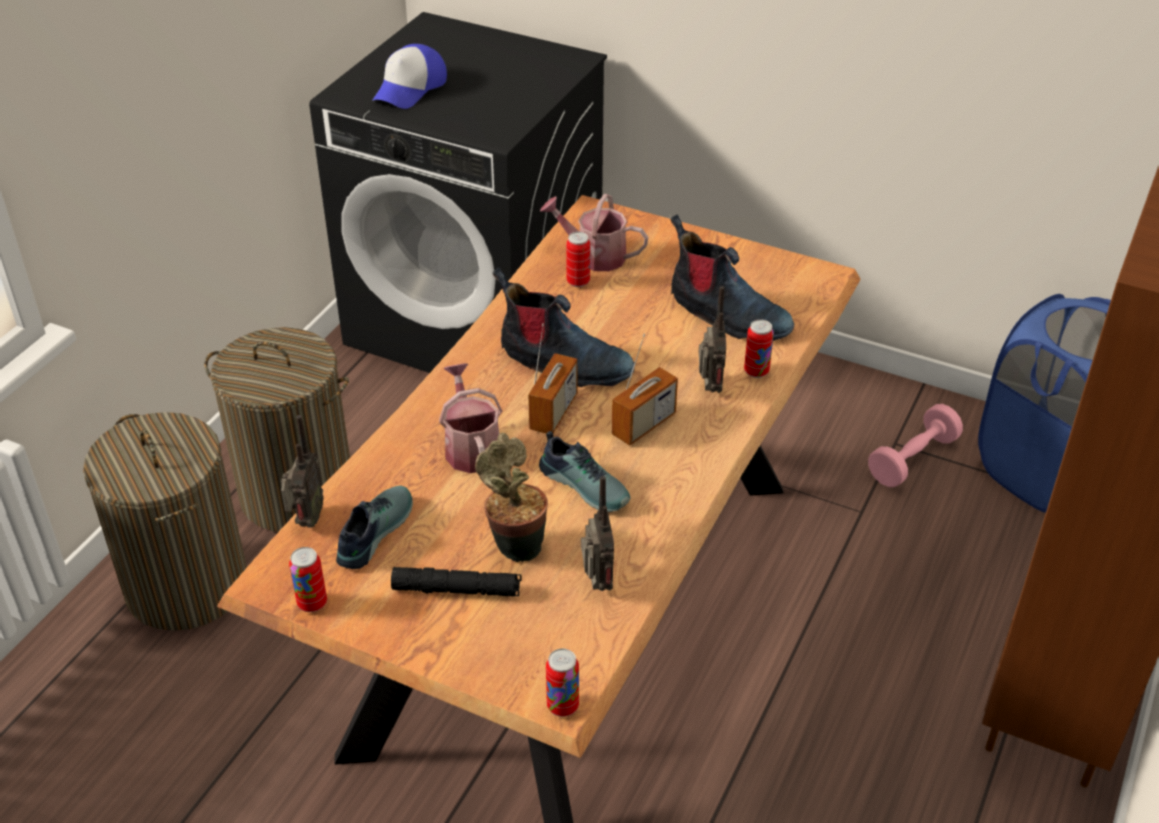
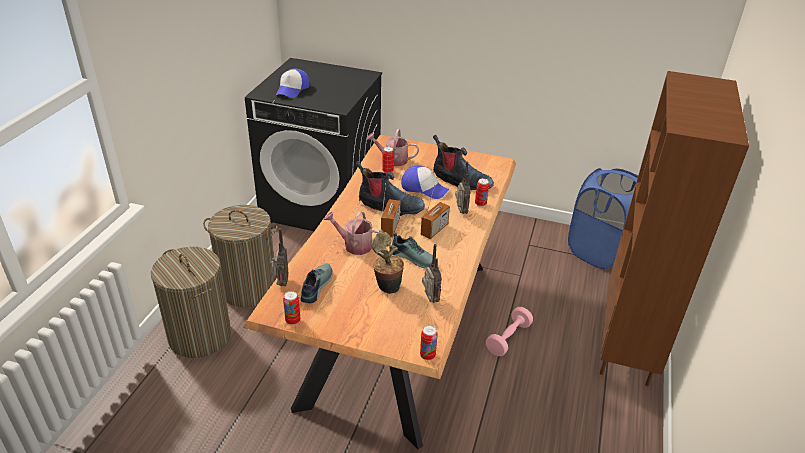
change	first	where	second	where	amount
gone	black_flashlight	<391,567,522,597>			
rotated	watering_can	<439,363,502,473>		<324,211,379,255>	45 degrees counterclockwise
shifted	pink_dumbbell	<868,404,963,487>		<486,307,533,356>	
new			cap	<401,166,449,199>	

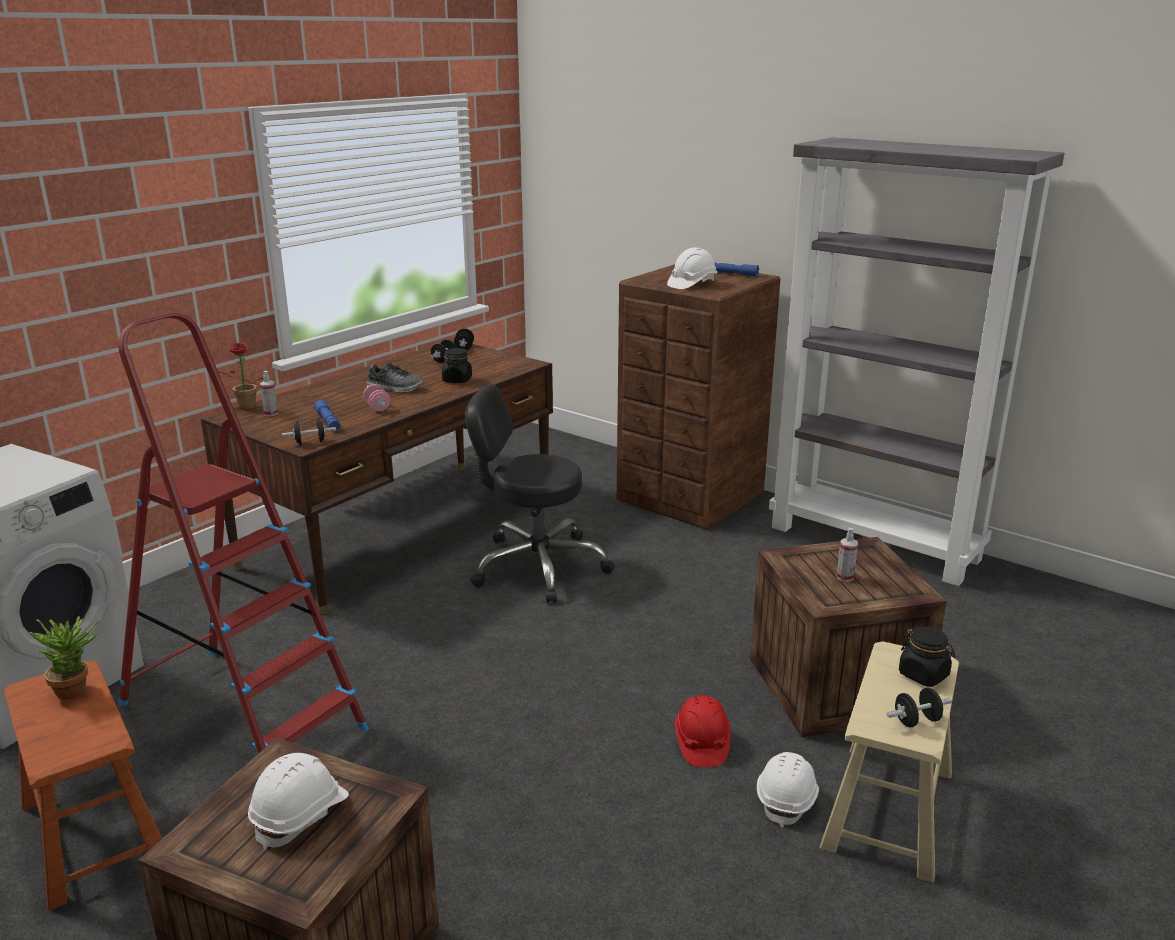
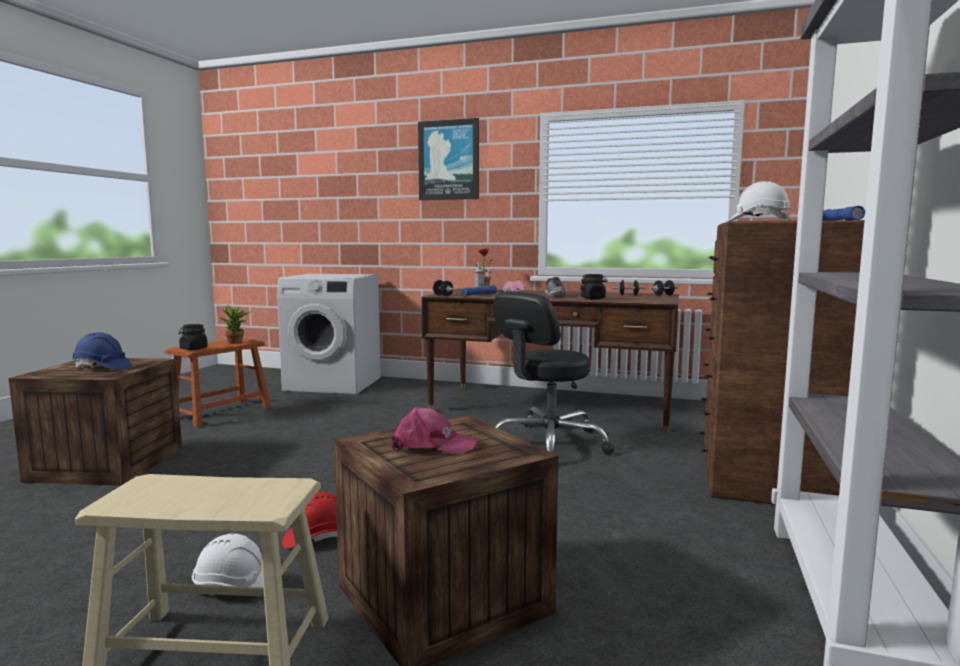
change	first	where	second	where	amount
gone	red_step_ladder	<118,313,369,753>			
repainted	white_hard_hat	<248,753,349,850>	blue_hard_hat	<72,332,132,370>	
rotated	black_office_chair	<465,384,615,603>		<493,291,615,455>	120 degrees counterclockwise
swapped	spray_bottle	<837,528,858,582>	pink_cap	<391,407,477,455>	
gone	black_dumbbell	<887,688,952,727>			
shifted	black_jar	<899,626,955,687>		<179,324,208,350>	
new			picture	<418,118,479,200>	

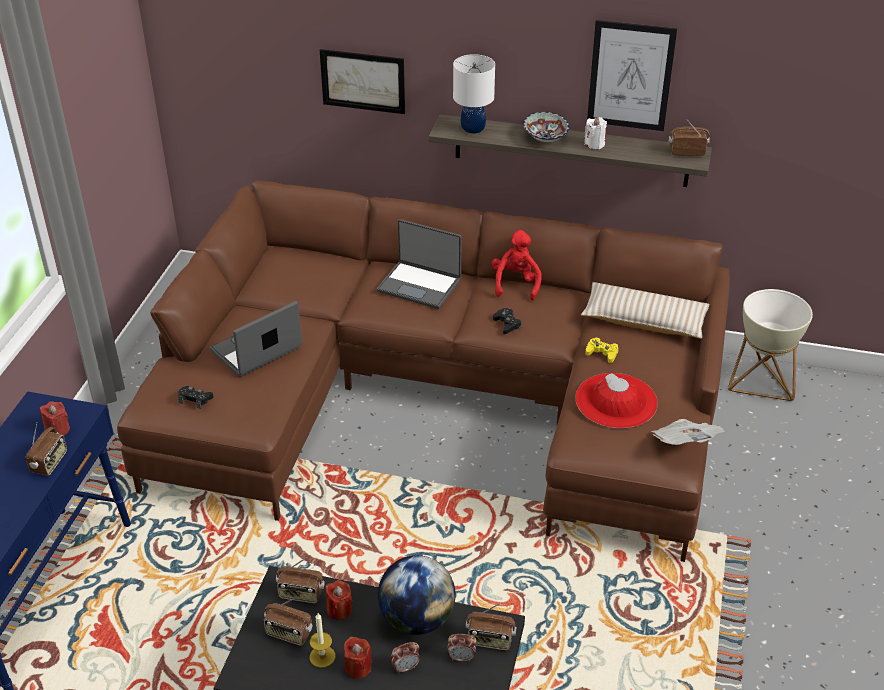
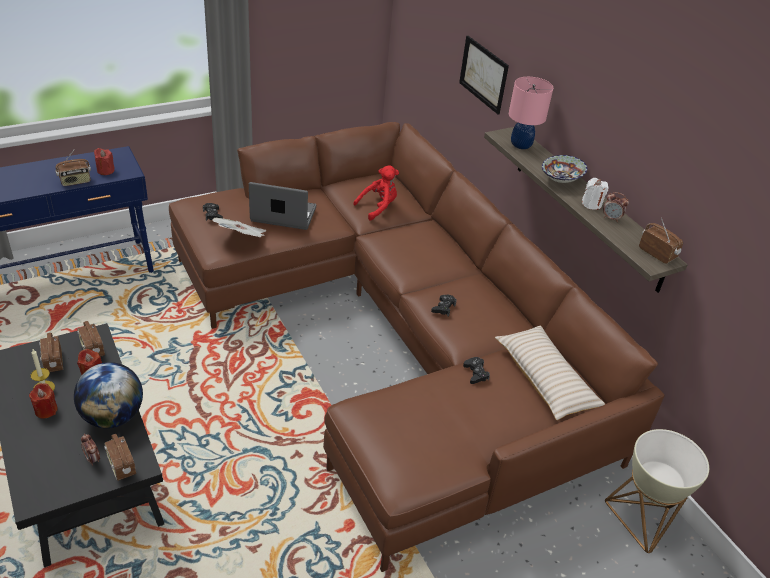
change	first	where	second	where	amount
gone	laptop	<377,219,462,309>			
shifted	alarm_clock	<390,642,420,674>		<603,192,629,222>	
repainted	white_table_lamp	<453,54,495,134>	pink_table_lamp	<509,77,553,149>	
shifted	red_plush_toy	<492,230,542,300>		<353,165,399,220>	
gone	red_hat	<575,373,658,429>			
repainted	yellow_game_controller	<585,337,618,363>	black_game_controller	<463,357,490,384>	
gone	picture	<587,20,677,131>			
shifted	newspaper	<651,419,724,445>		<212,218,267,237>	

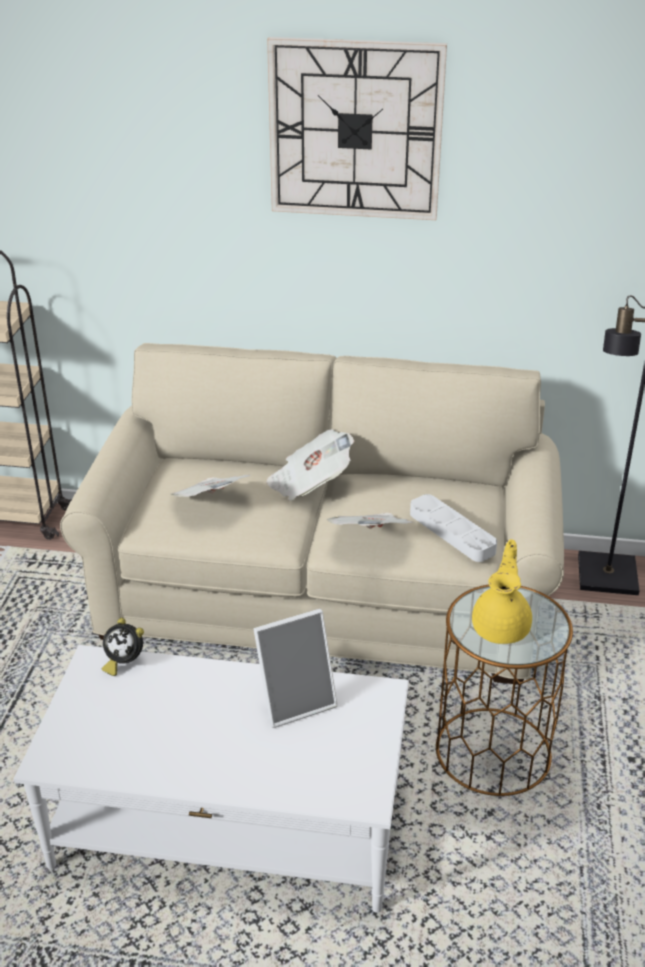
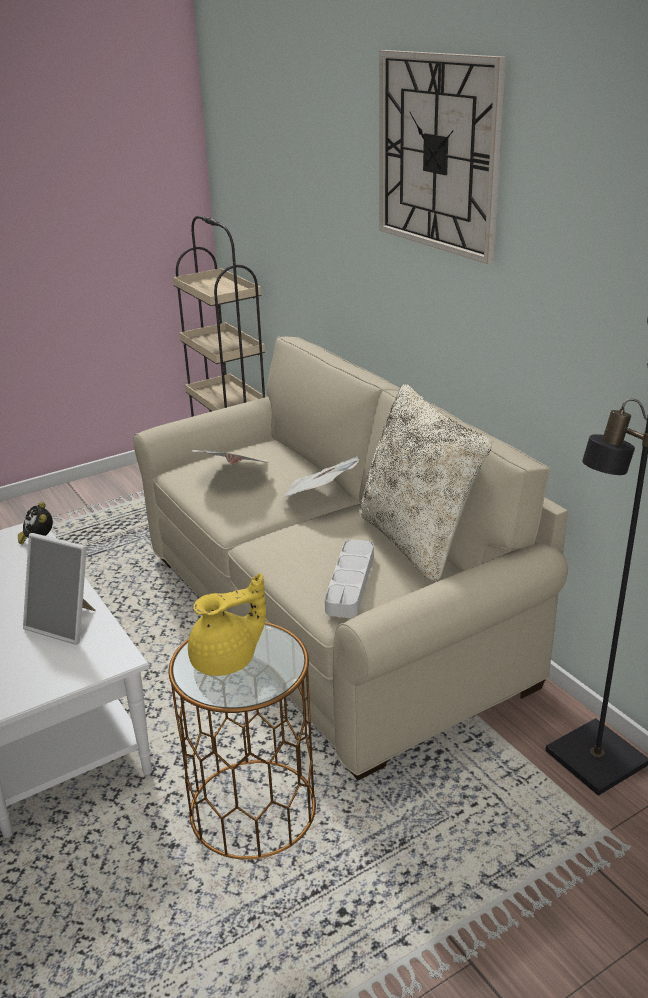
change	first	where	second	where	amount
gone	newspaper	<327,513,412,529>			
new			beige_pillow	<360,384,493,582>	

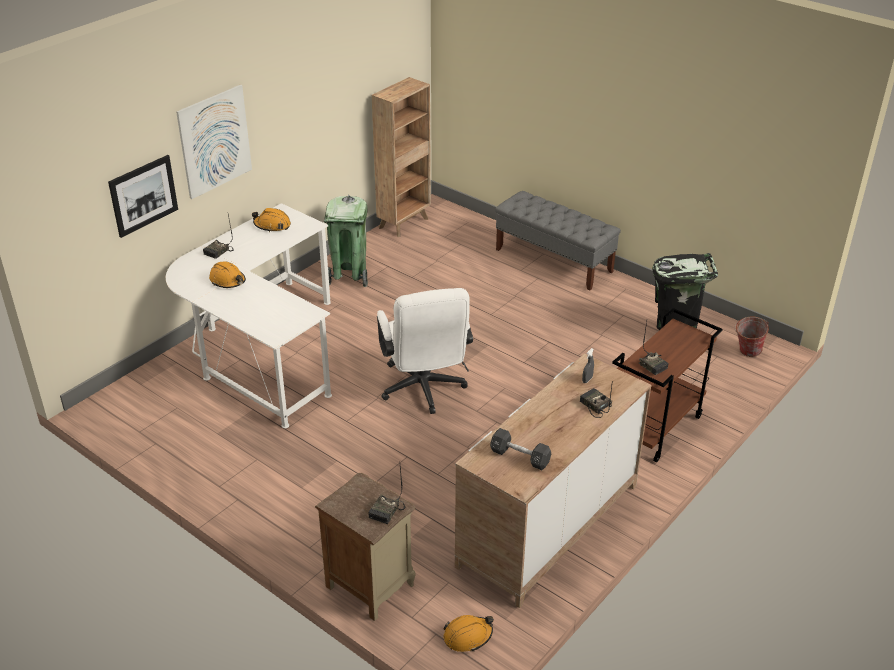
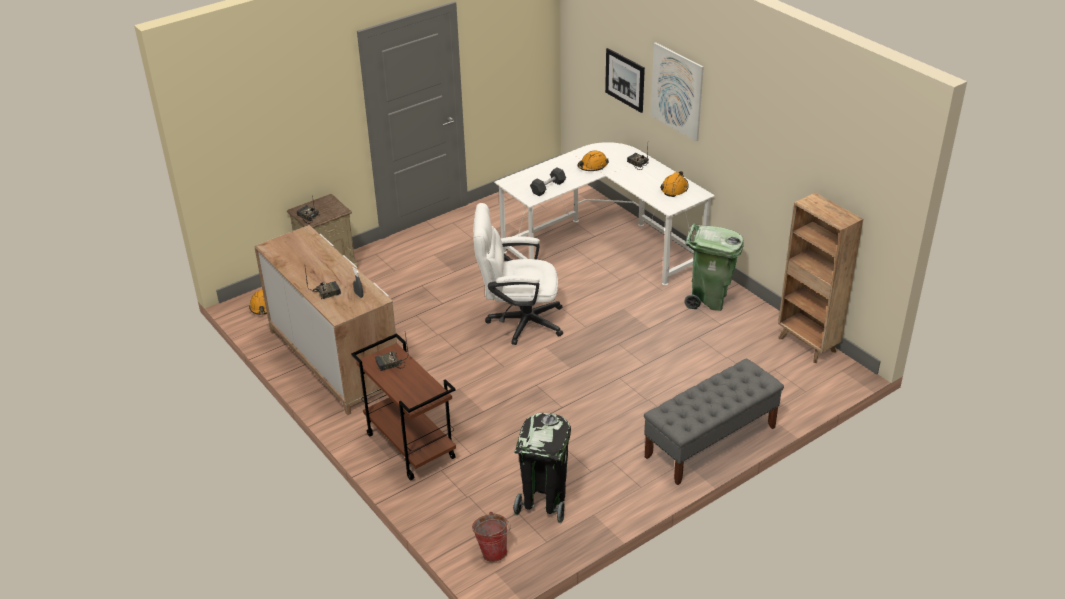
change	first	where	second	where	amount
shifted	black_dumbbell	<490,428,551,470>		<530,167,566,196>	

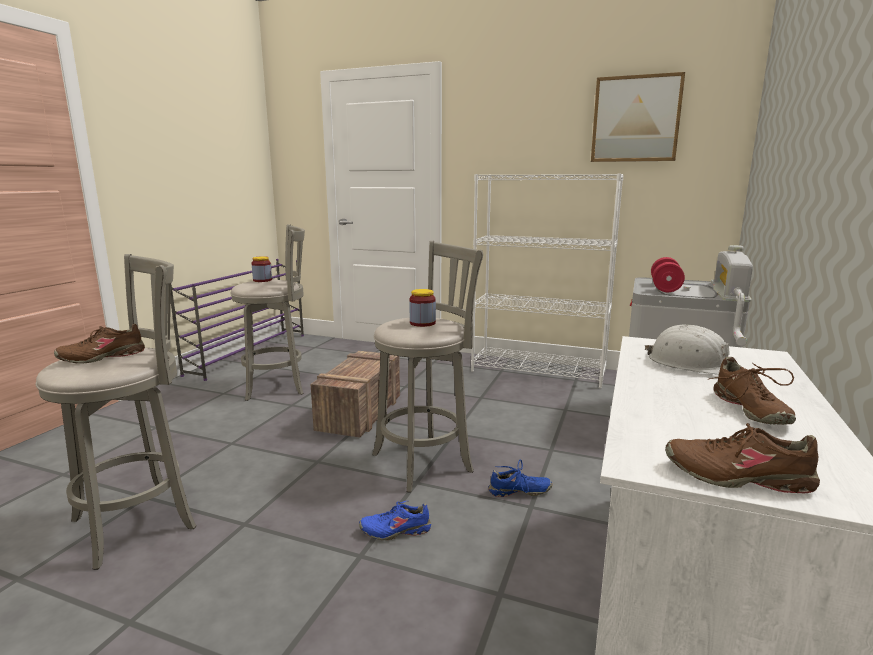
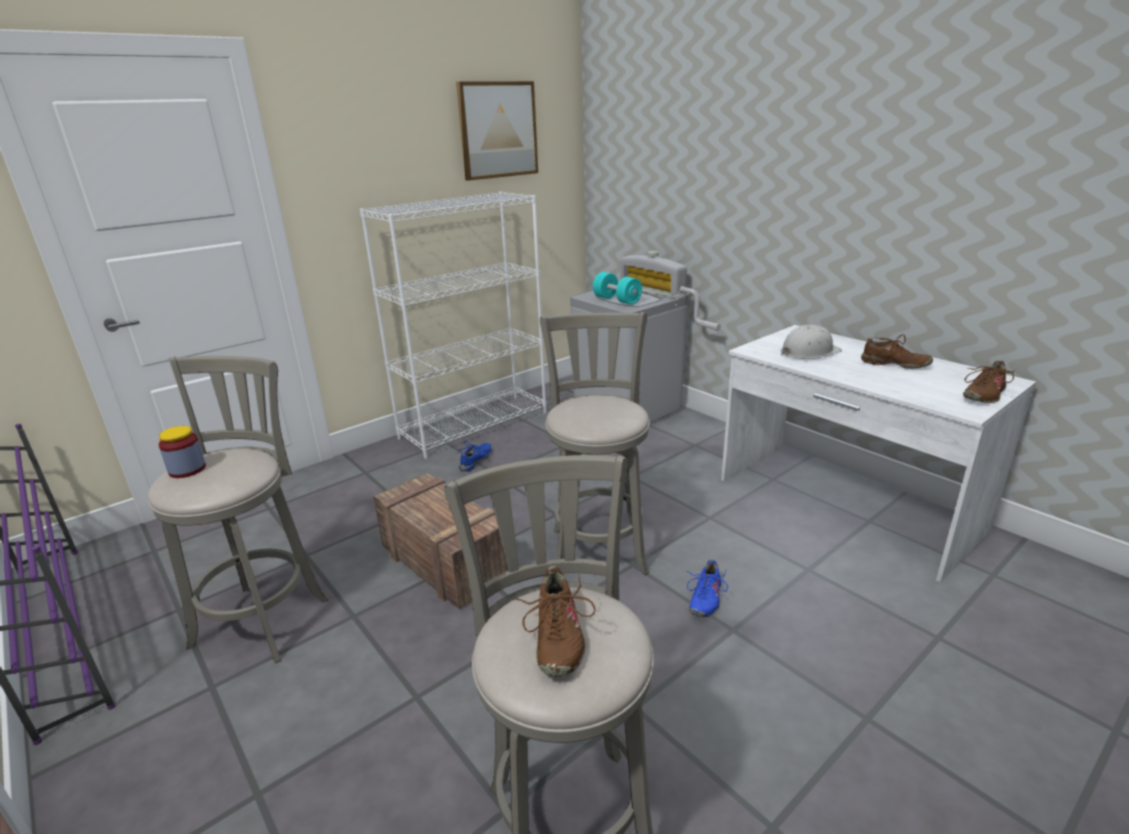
change	first	where	second	where	amount
gone	jar	<409,289,436,327>			
shifted	blue_shoe	<489,460,553,497>		<457,440,492,472>	
repainted	red_dumbbell	<651,257,685,292>	turquoise_dumbbell	<593,272,642,305>	

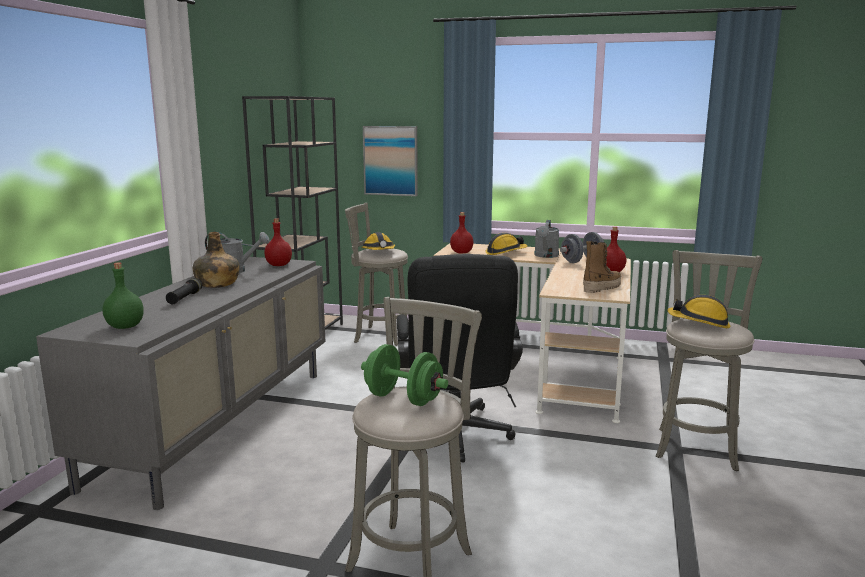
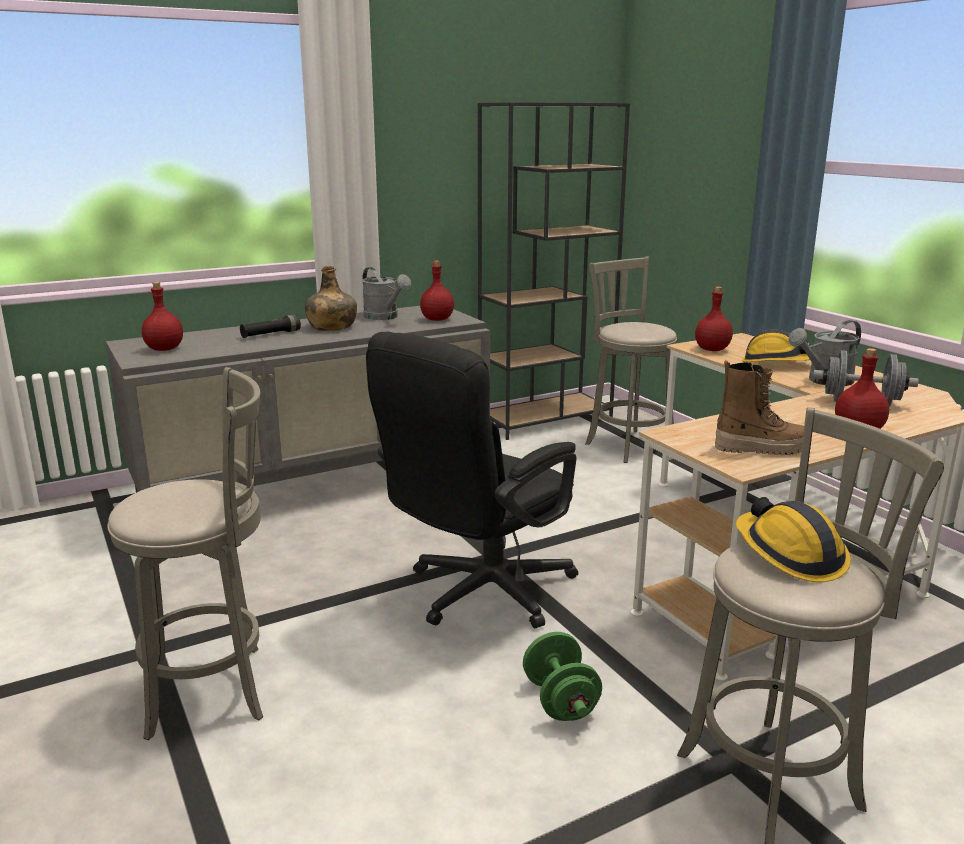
change	first	where	second	where	amount
repainted	green_bottle	<102,263,144,329>	red_bottle	<142,282,183,351>	
gone	hard_hat	<361,232,395,250>			
shifted	green_dumbbell	<361,344,448,406>		<523,632,602,721>	
gone	picture	<363,126,418,196>			

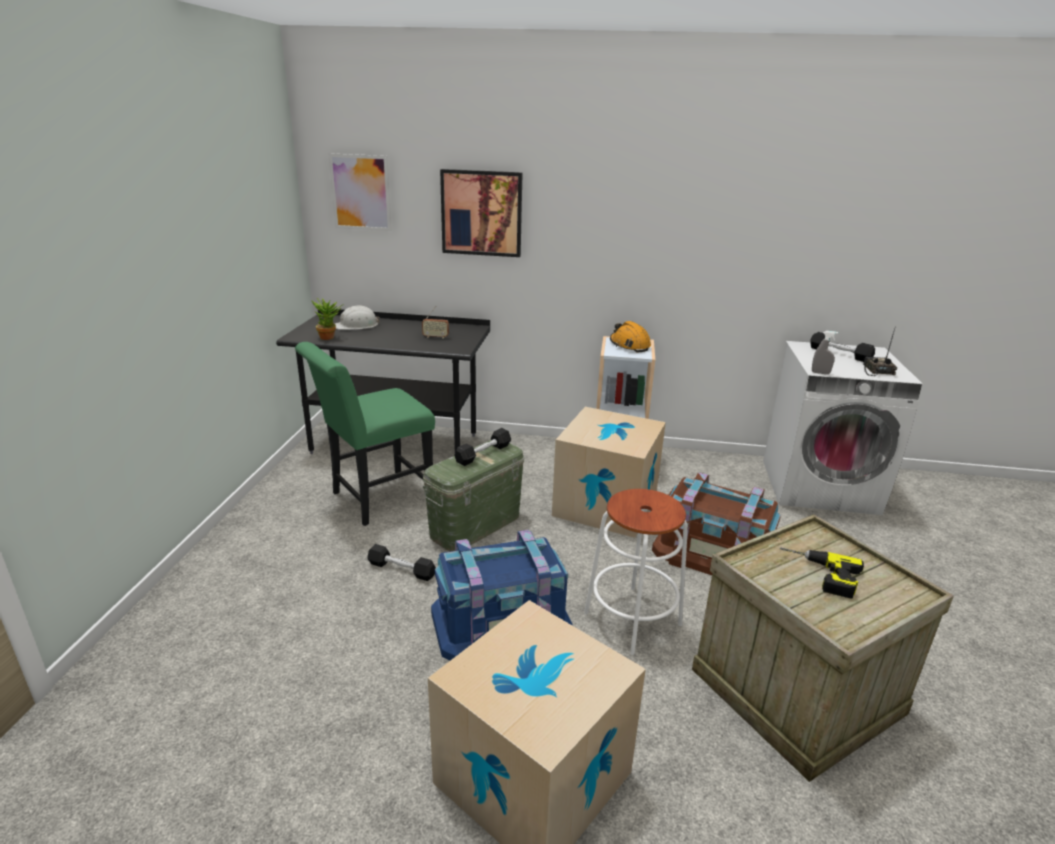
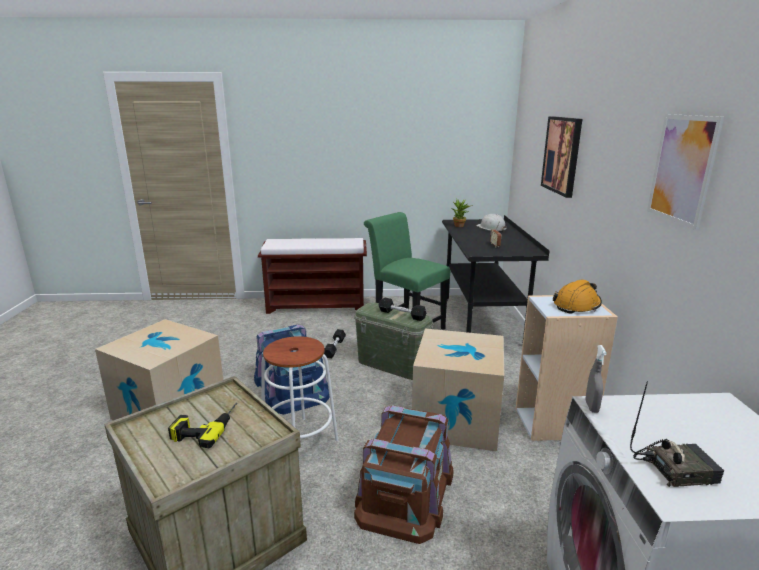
change	first	where	second	where	amount
shifted	picture	<328,153,392,231>		<647,114,724,230>	
gone	black_dumbbell	<810,332,875,362>			
new			brown_bench	<258,238,367,314>	

